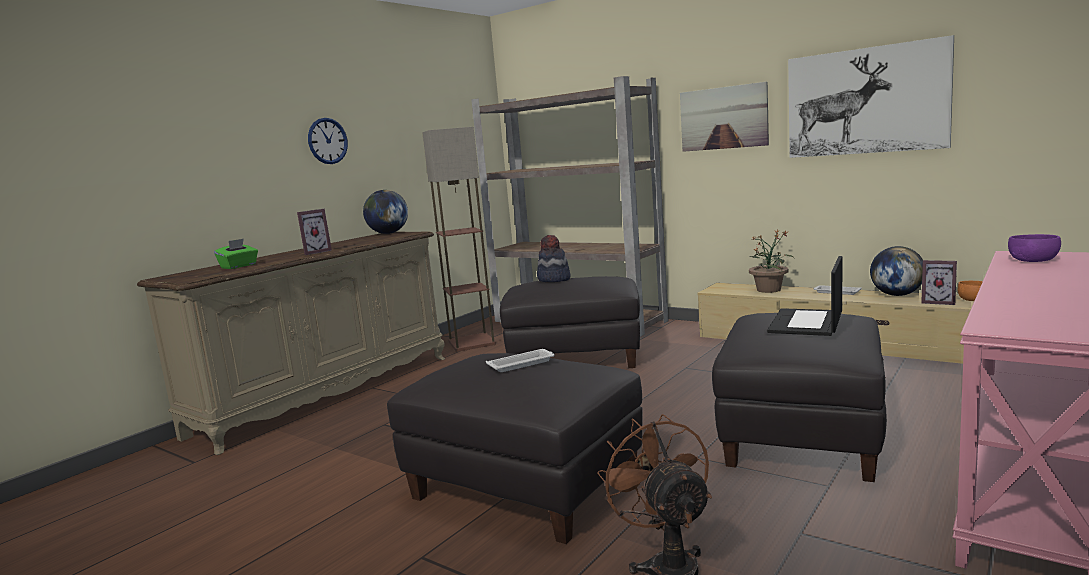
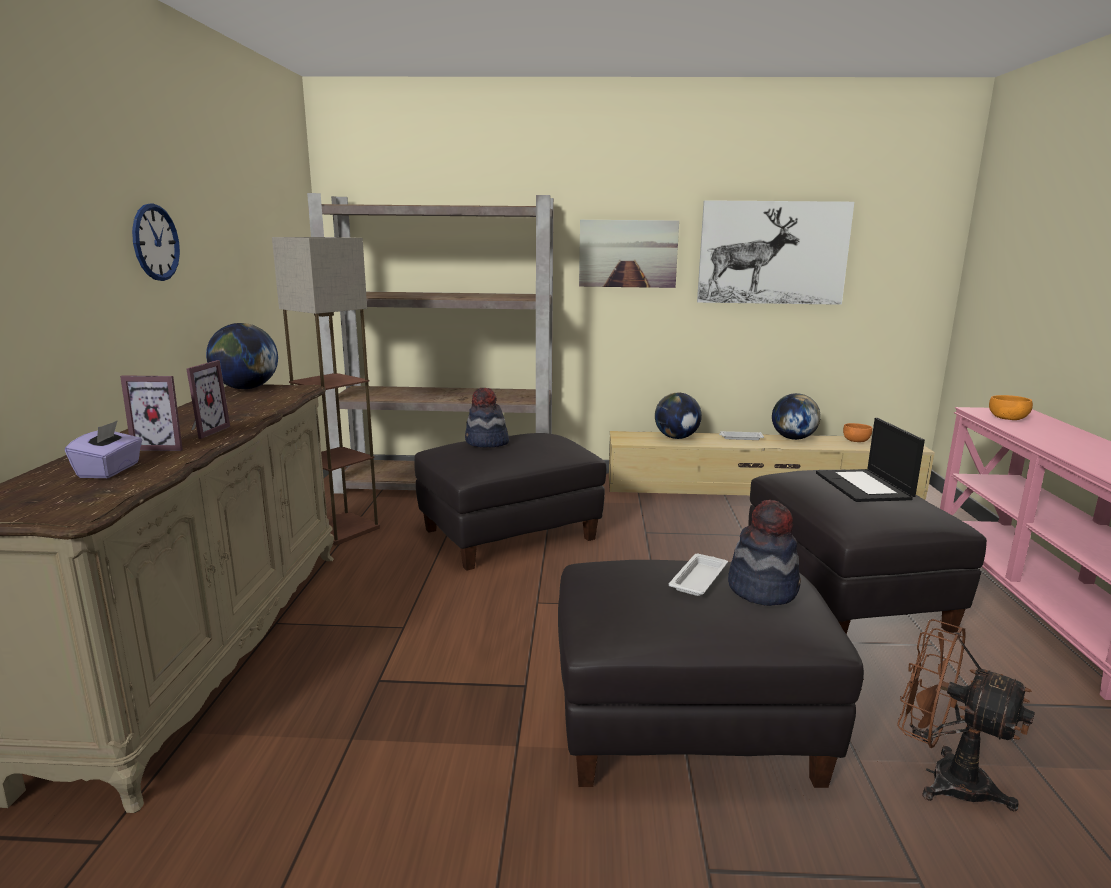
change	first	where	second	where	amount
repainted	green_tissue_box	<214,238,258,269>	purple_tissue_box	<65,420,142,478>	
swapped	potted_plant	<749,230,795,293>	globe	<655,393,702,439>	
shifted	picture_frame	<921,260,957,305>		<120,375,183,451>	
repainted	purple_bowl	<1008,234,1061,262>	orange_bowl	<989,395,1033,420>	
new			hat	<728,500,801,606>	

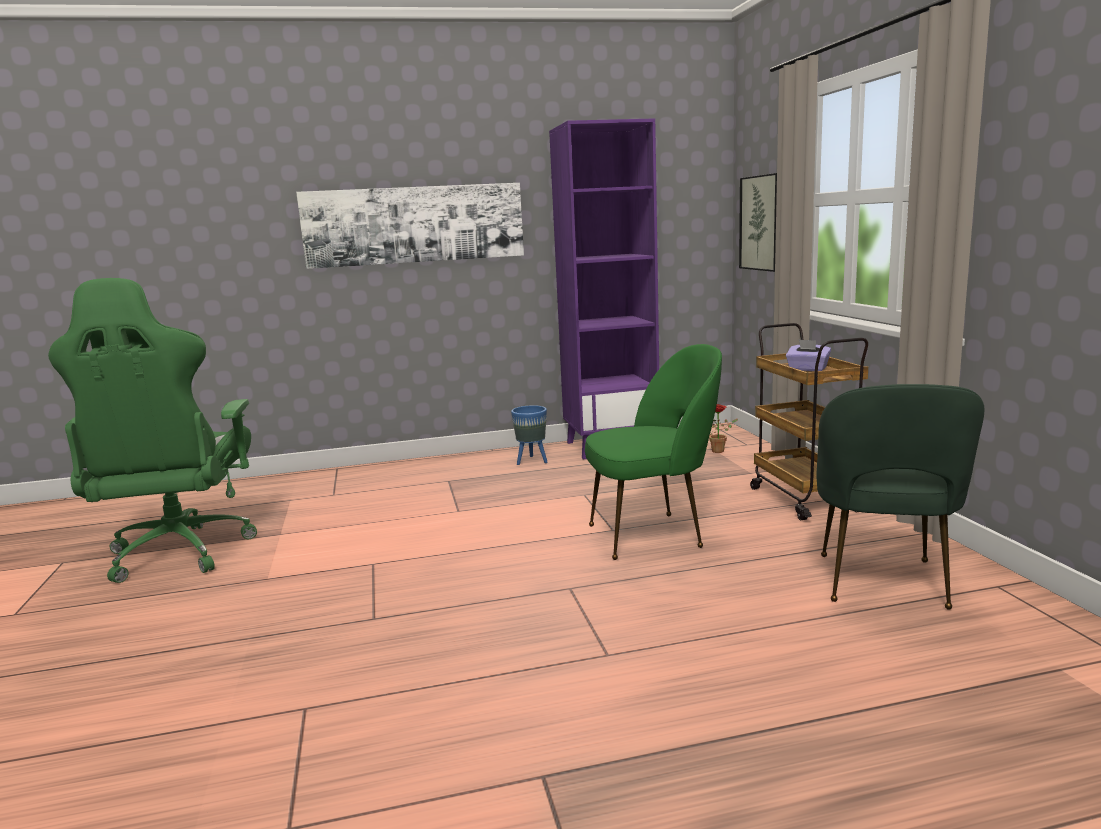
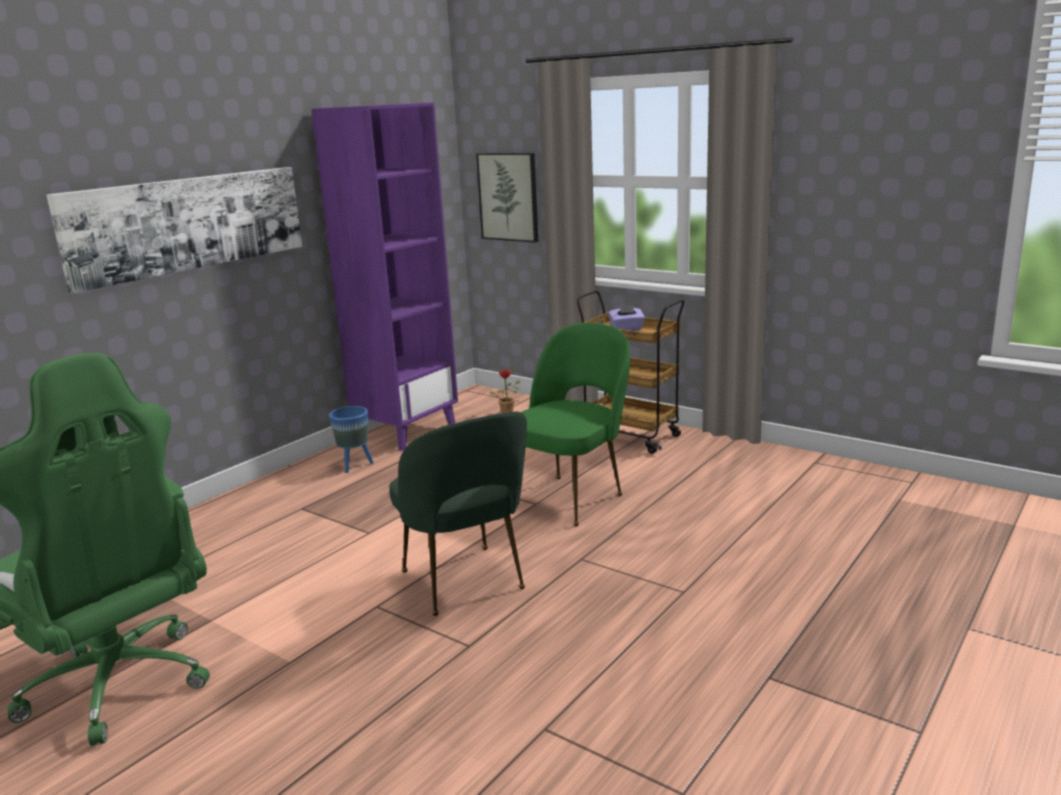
change	first	where	second	where	amount
shifted	green_chair	<816,384,984,610>		<389,411,527,616>	

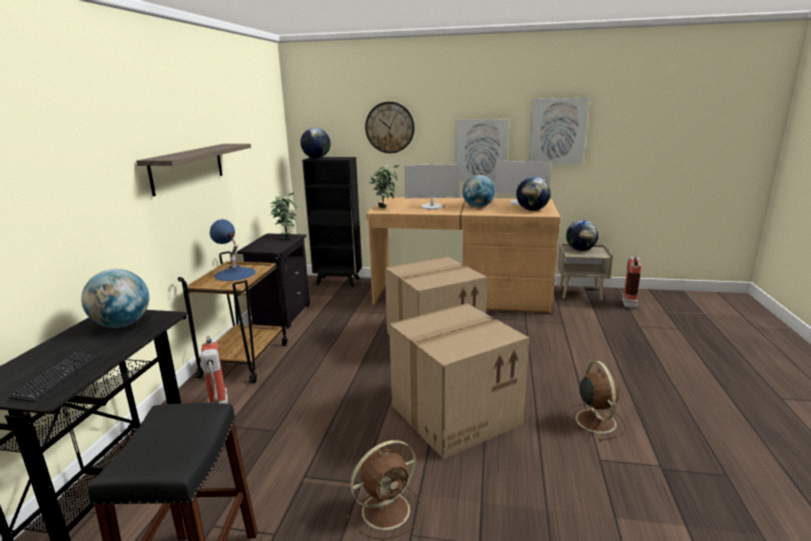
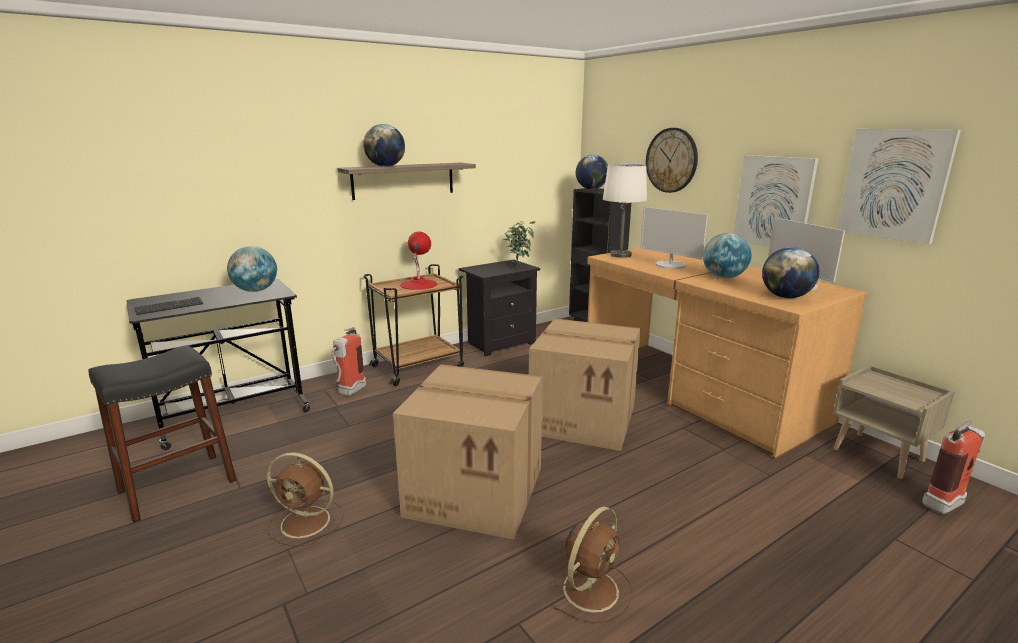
change	first	where	second	where	amount
repainted	blue_table_lamp	<210,219,256,281>	red_table_lamp	<400,231,437,290>	
swapped	potted_plant	<369,165,399,208>	white_table_lamp	<603,164,647,258>	
shifted	globe	<566,220,599,251>		<363,124,405,167>	

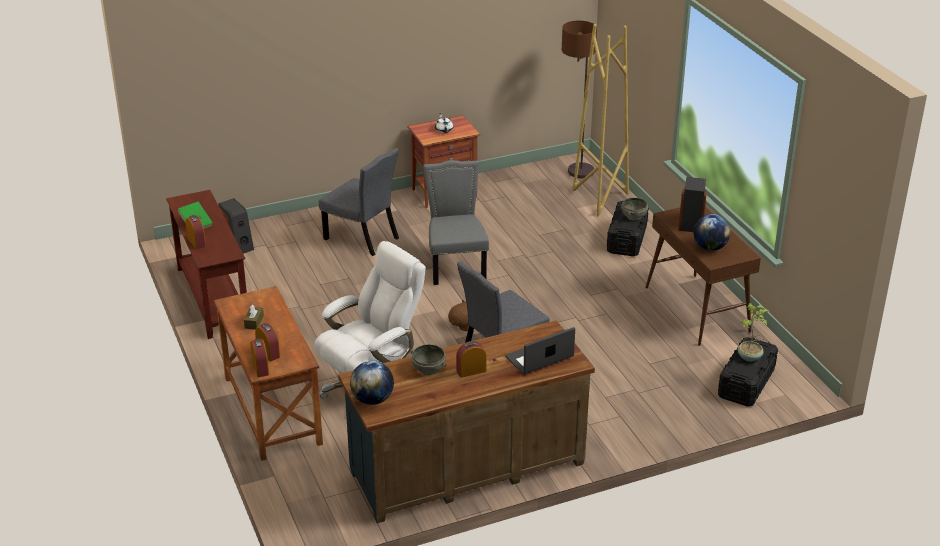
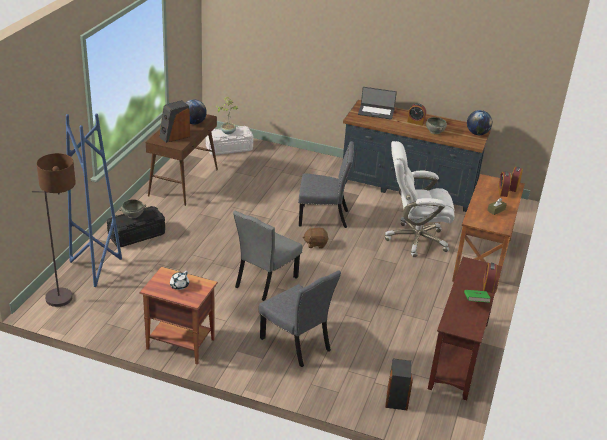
change	first	where	second	where	amount
rotated	grey_chair	<319,148,399,256>		<259,270,341,367>	150 degrees clockwise
repainted	yellow_clothes_rack	<573,24,629,216>	blue_clothes_rack	<66,113,122,287>	
repainted	black_storage_box	<718,337,778,406>	white_storage_box	<205,126,253,155>	

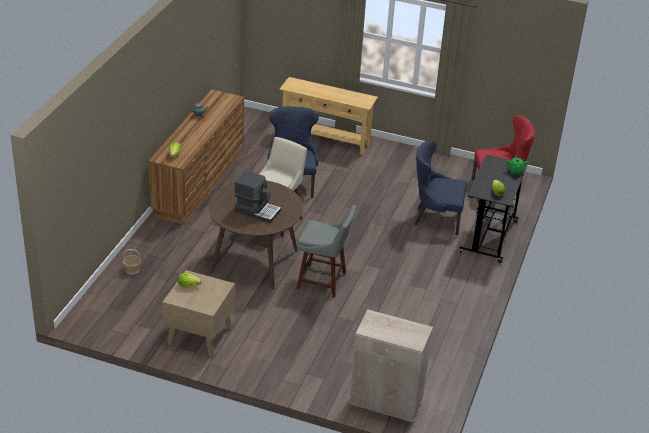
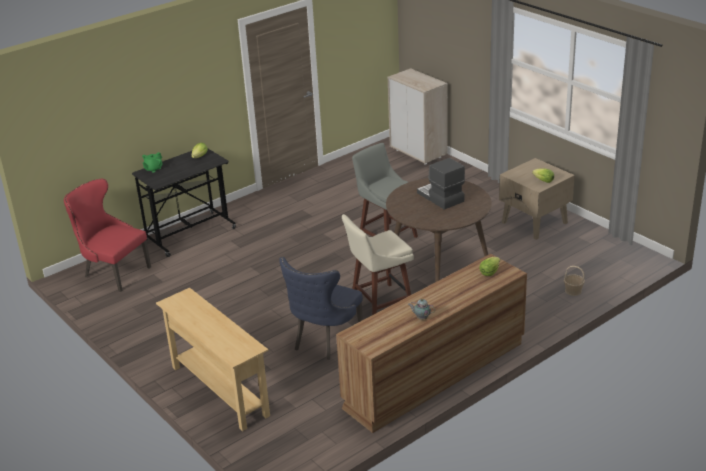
change	first	where	second	where	amount
gone	blue_chair	<414,139,467,235>			

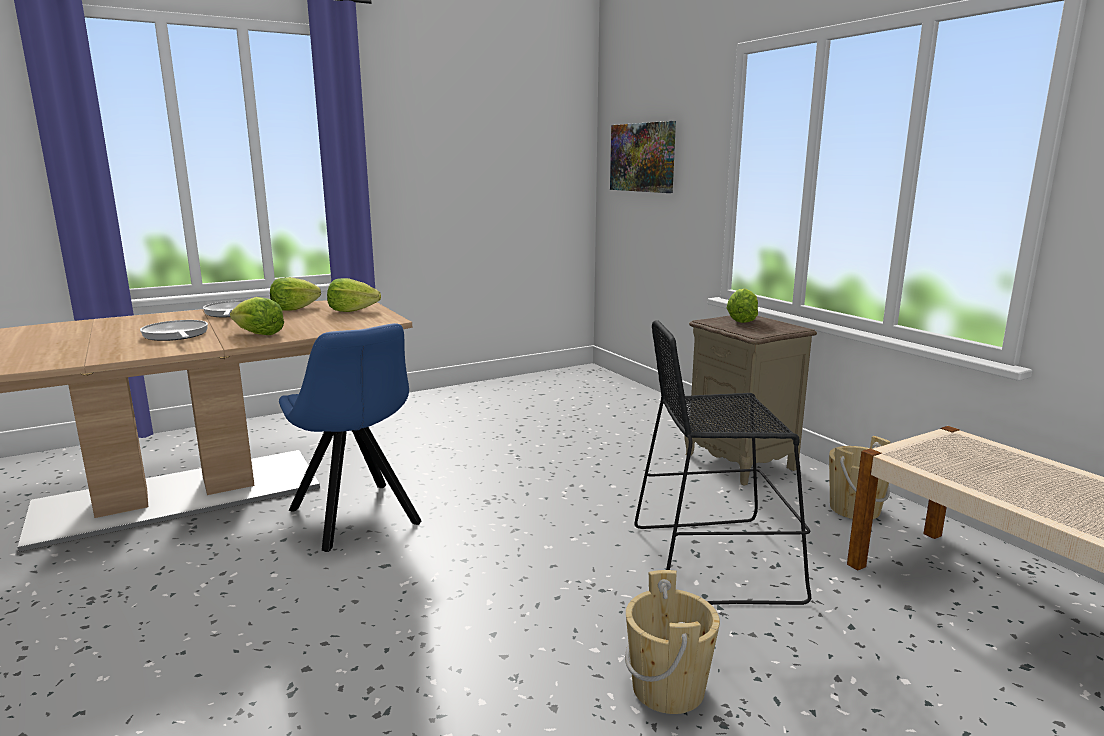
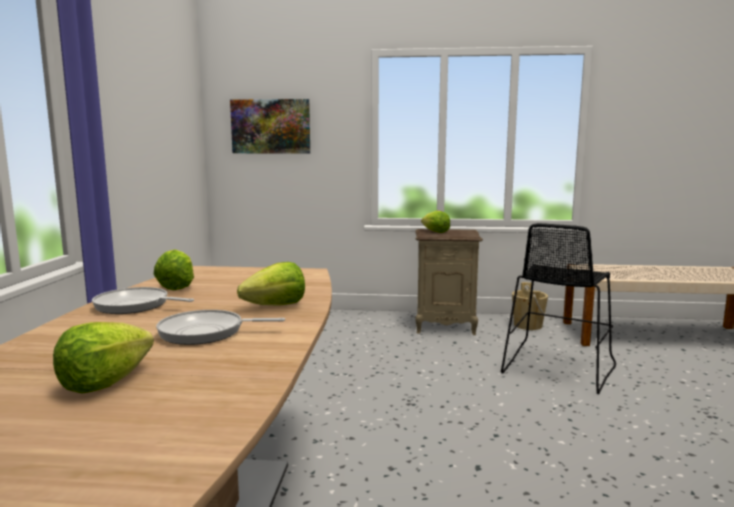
change	first	where	second	where	amount
gone	blue_chair	<279,323,422,552>			
shifted	lettuce	<327,278,381,312>		<53,322,154,394>	
gone	beige_bucket	<625,570,720,714>			

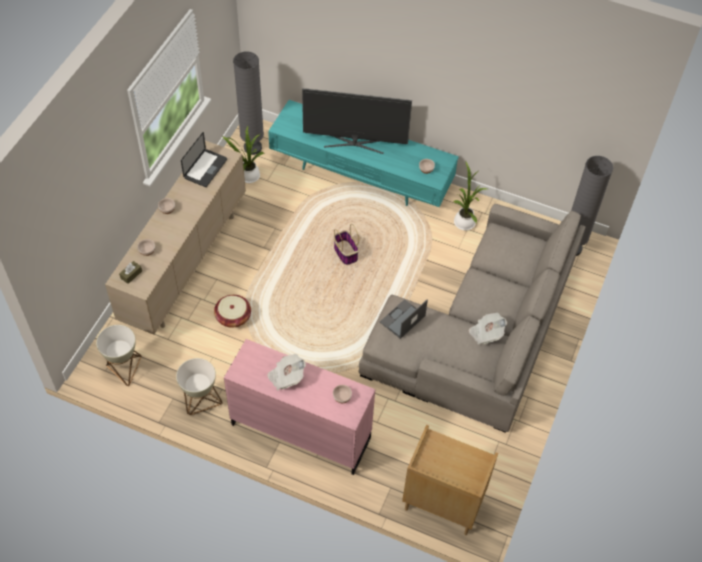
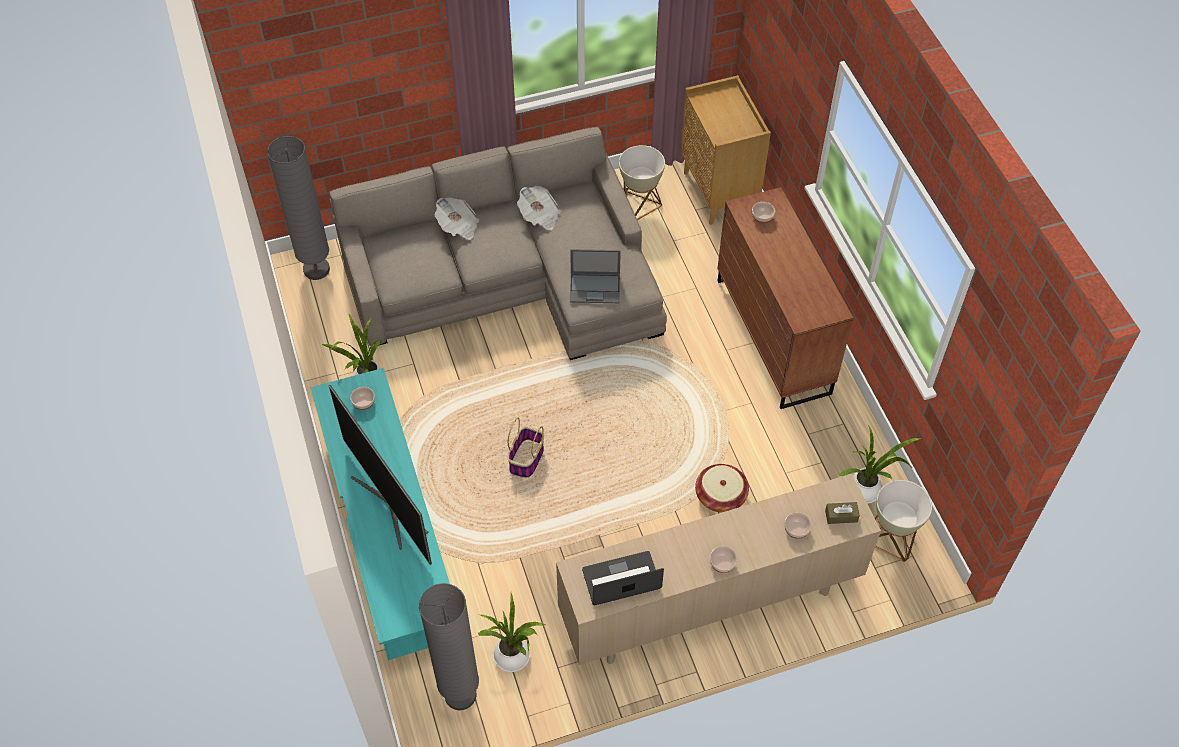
change	first	where	second	where	amount
shifted	planter	<176,358,223,415>		<619,145,665,220>	
repainted	pink_dresser	<224,339,376,475>	brown_dresser	<717,187,853,409>	
shifted	newspaper	<267,354,306,390>		<434,197,479,240>	
new			potted_plant	<839,425,921,504>	

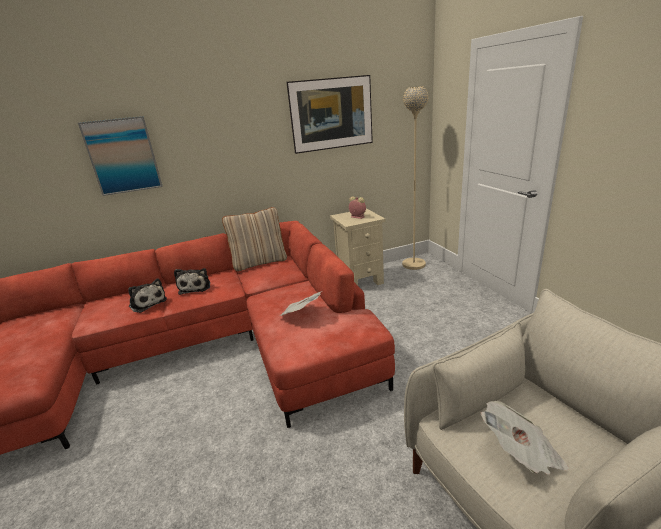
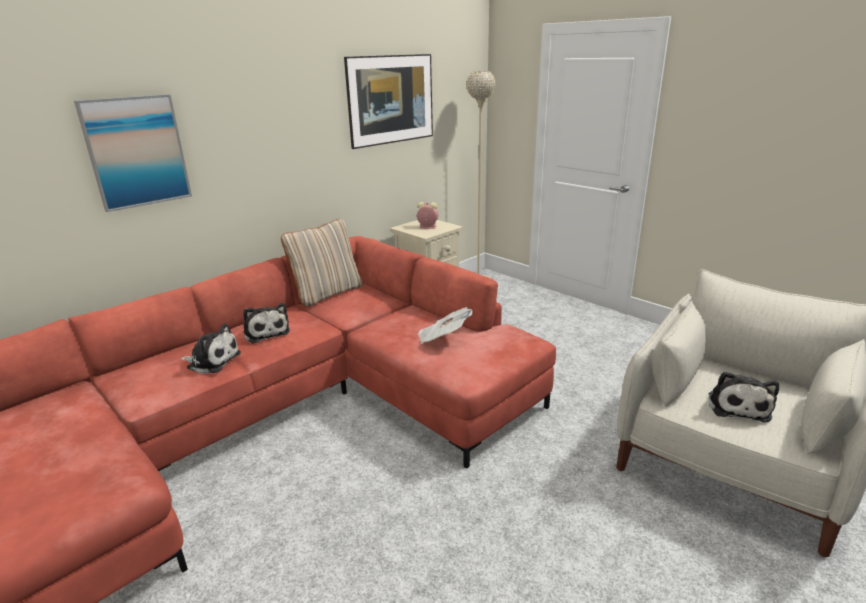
change	first	where	second	where	amount
swapped	newspaper	<481,401,569,475>	plush_toy	<709,371,779,422>	

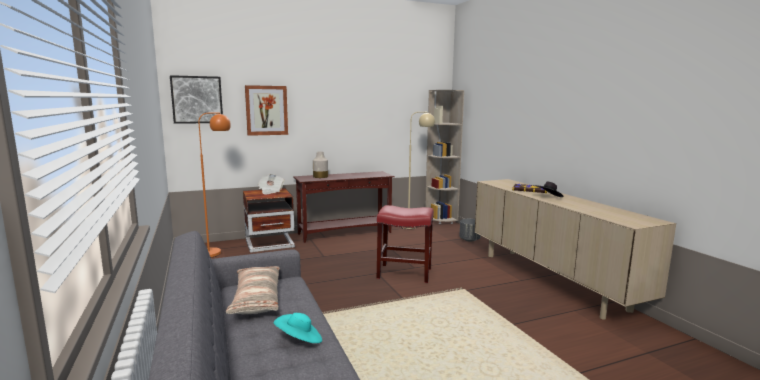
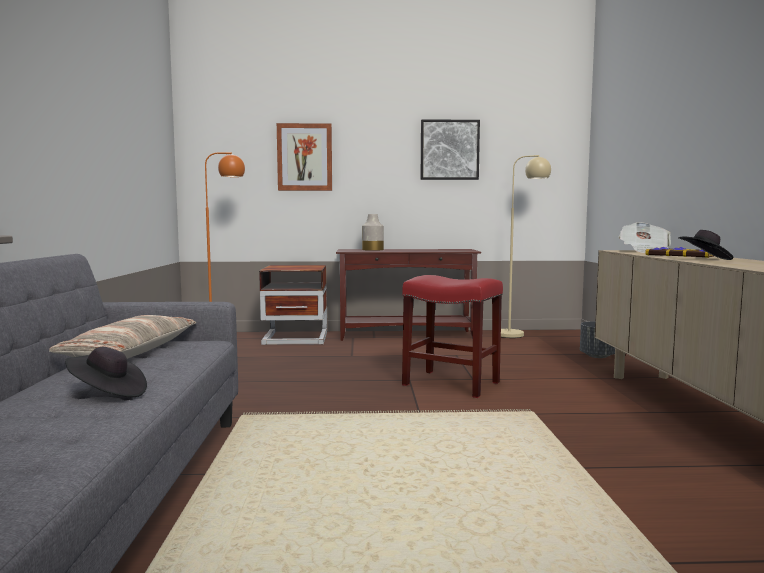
change	first	where	second	where	amount
shifted	picture	<170,75,223,124>		<421,119,480,180>	
shifted	newspaper	<258,174,284,194>		<619,222,671,253>	
repainted	turquoise_hat	<274,313,322,343>	black_hat	<65,347,147,397>	
gone	beige_bookcase	<425,90,464,224>			

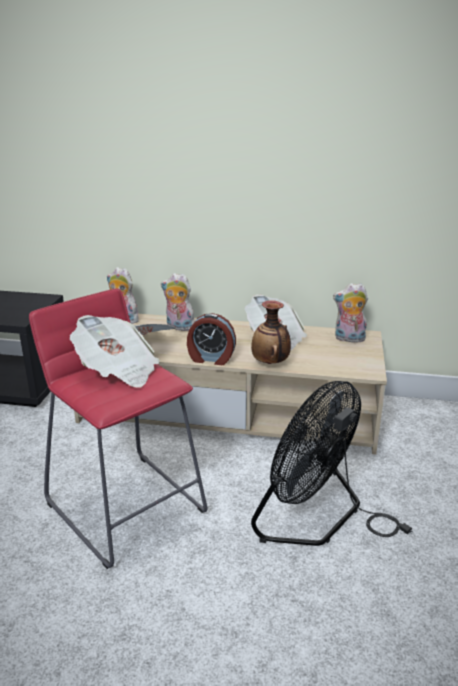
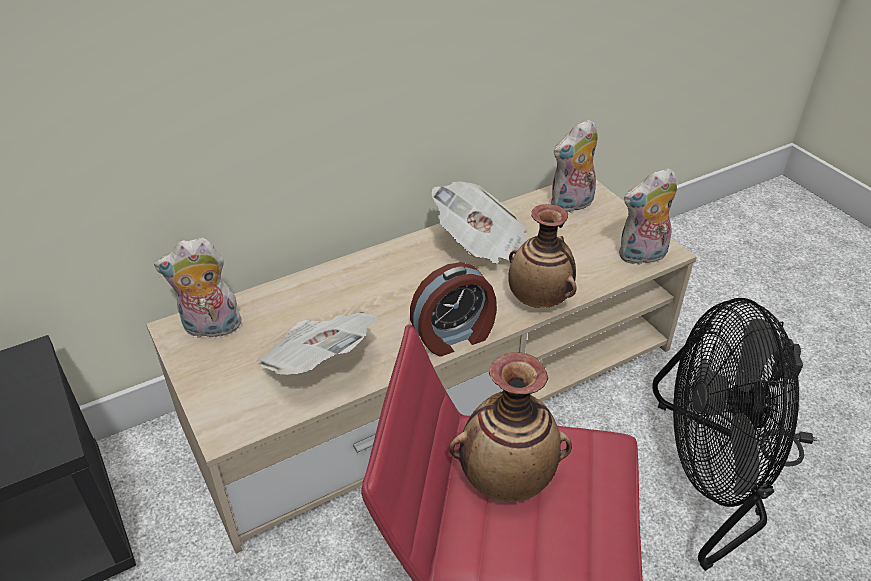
change	first	where	second	where	amount
swapped	newspaper	<70,315,160,388>	vase	<449,352,572,502>	
shifted	plush_toy	<161,273,194,331>		<619,168,677,265>	

